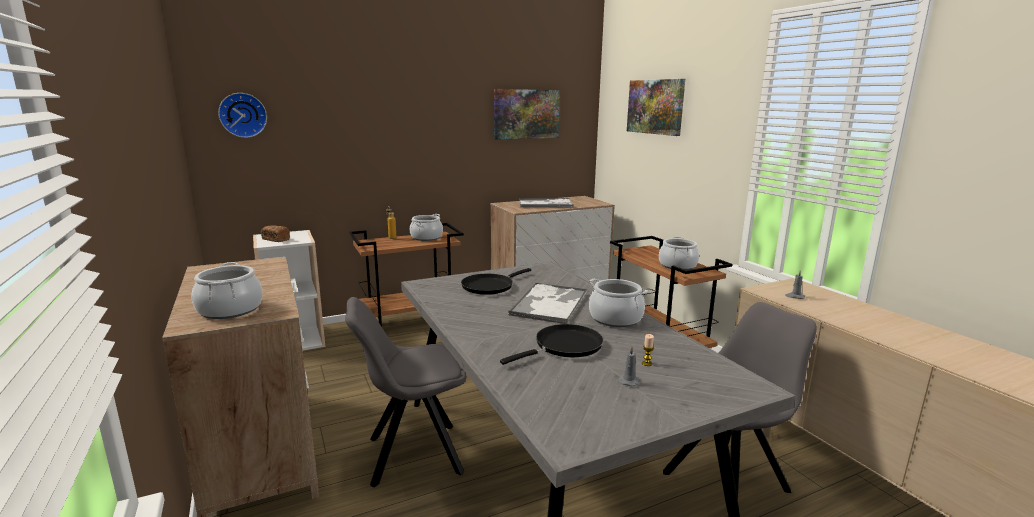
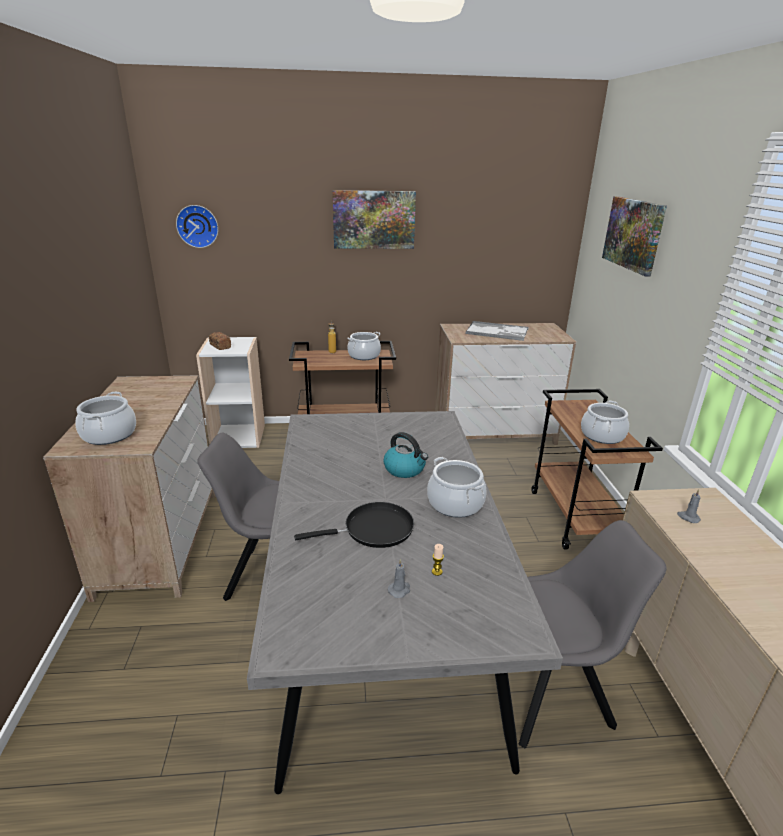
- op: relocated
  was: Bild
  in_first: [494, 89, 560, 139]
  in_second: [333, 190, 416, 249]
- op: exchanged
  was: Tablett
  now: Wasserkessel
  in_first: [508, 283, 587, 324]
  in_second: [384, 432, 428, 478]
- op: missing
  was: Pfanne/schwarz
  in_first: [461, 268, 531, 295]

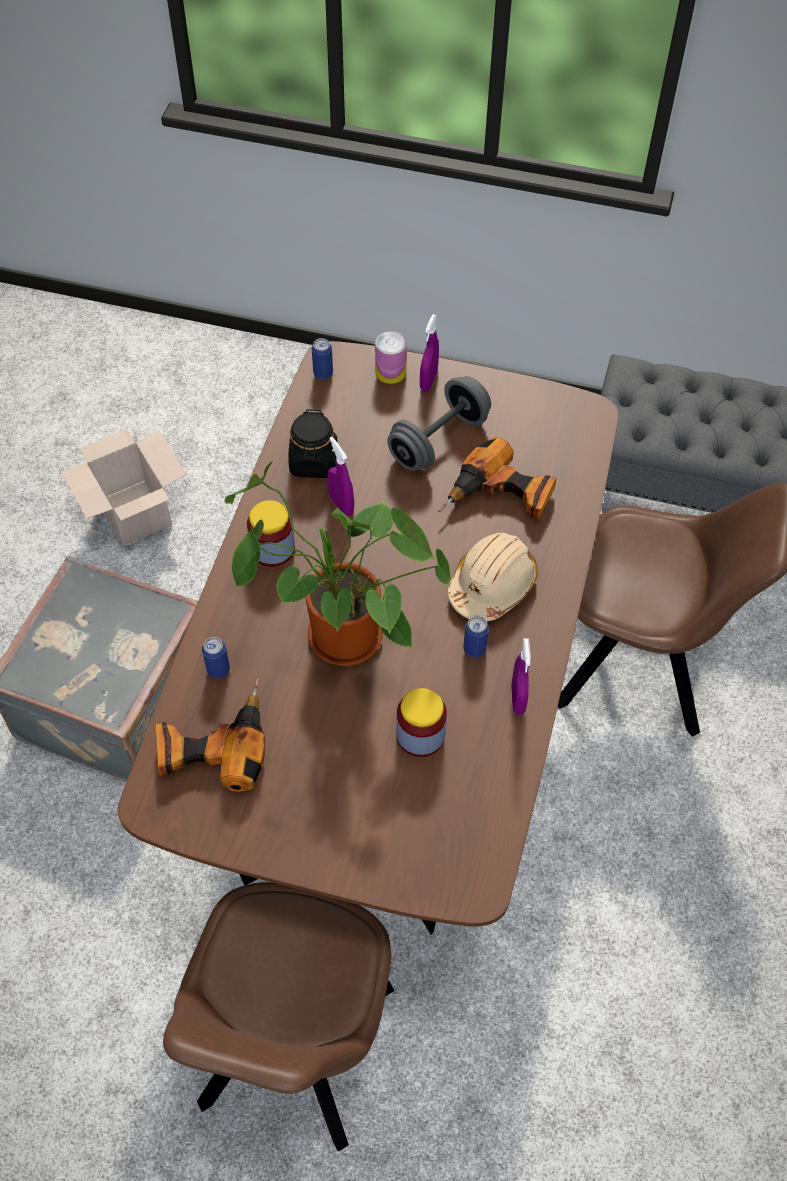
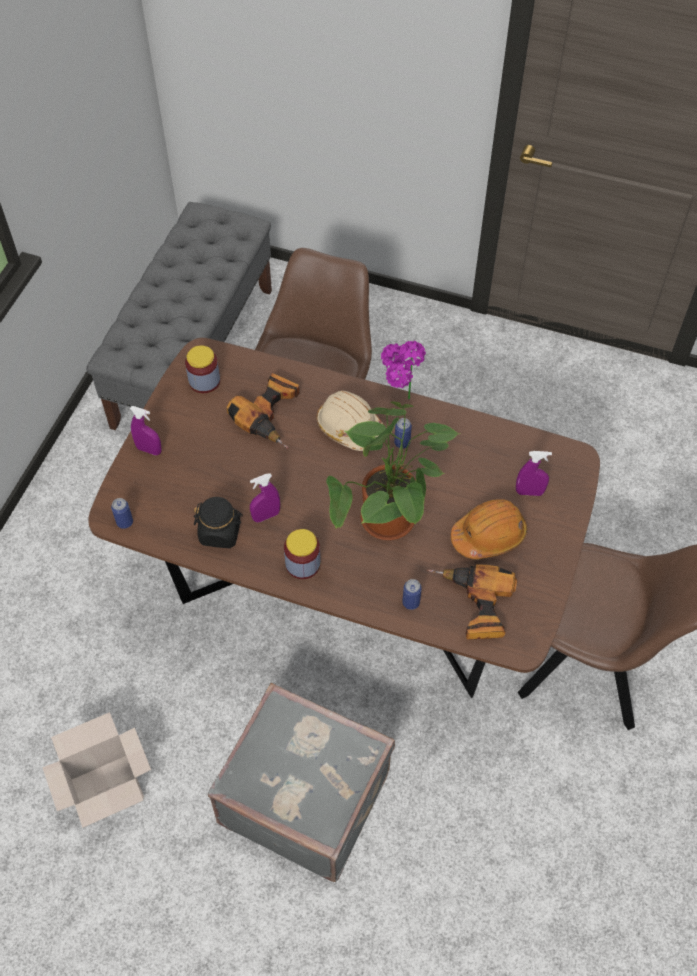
- op: relocated
  was: Vorratsglas
  in_first: [396, 688, 447, 757]
  in_second: [185, 345, 220, 393]
- op: appeared
  now: Topfpflanze
  in_second: [381, 340, 426, 399]
- op: appeared
  now: Schutzhelm/orange
  in_second: [451, 499, 527, 559]
- op: relocated
  was: Sprühflasche/lila
  in_first: [511, 638, 531, 715]
  in_second: [516, 451, 552, 496]
- op: missing
  was: Dose
  in_first: [375, 331, 407, 384]
- op: missing
  was: Hantel/grau
  in_first: [387, 376, 491, 471]

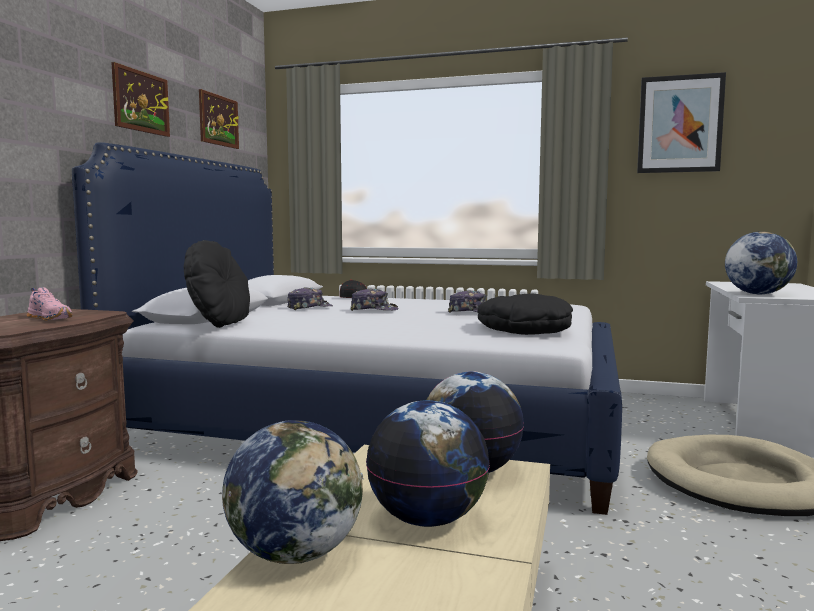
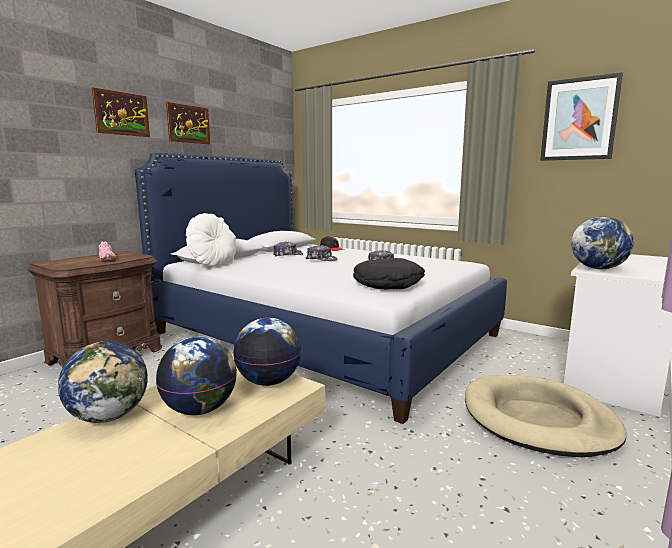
- op: relocated
  was: Bild
  in_first: [199, 89, 239, 149]
  in_second: [92, 87, 150, 137]
- op: colour
  was: Kissen/schwarz
  now: Kissen/weiß
  in_first: [184, 240, 250, 328]
  in_second: [186, 213, 236, 268]

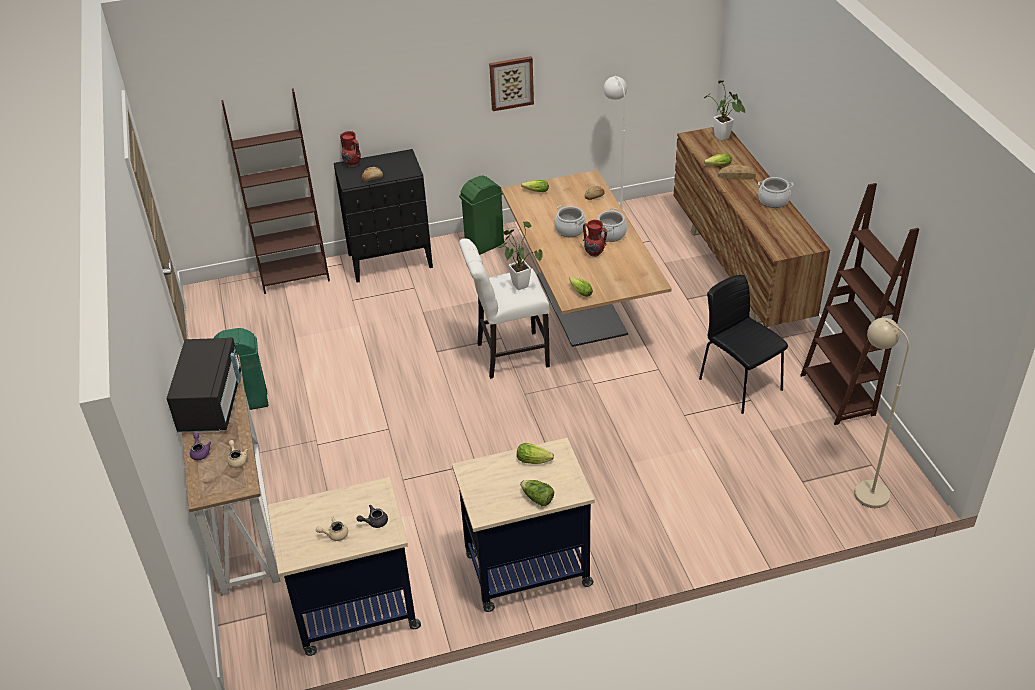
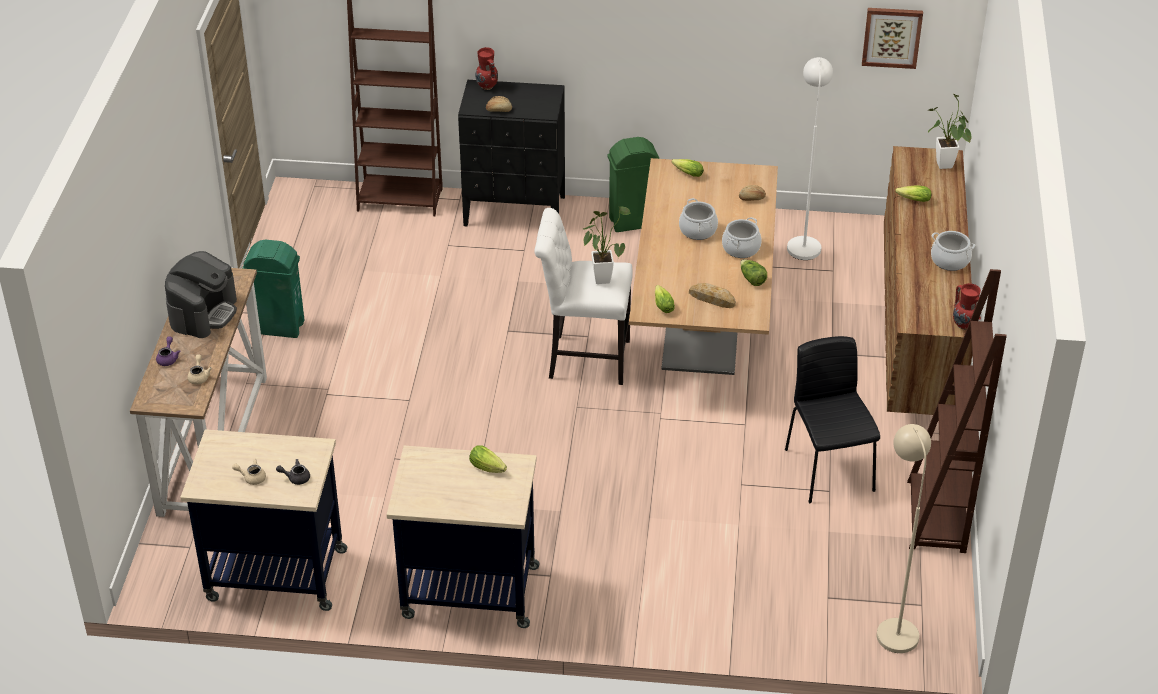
- op: exchanged
  was: Mikrowelle/schwarz
  now: Kaffeemaschine
  in_first: [166, 337, 241, 432]
  in_second: [165, 251, 237, 338]
- op: relocated
  was: Brot
  in_first: [718, 165, 756, 180]
  in_second: [689, 283, 736, 308]
- op: relocated
  was: Salatkopf
  in_first: [520, 480, 554, 506]
  in_second: [740, 259, 767, 286]
- op: relocated
  was: Bild
  in_first: [489, 56, 534, 111]
  in_second: [862, 8, 923, 69]
- op: relocated
  was: Vase/rot
  in_first: [583, 220, 607, 257]
  in_second: [953, 283, 981, 330]

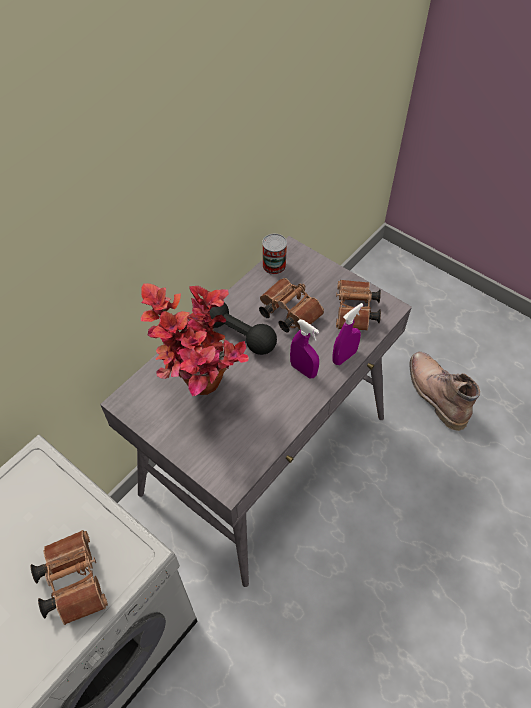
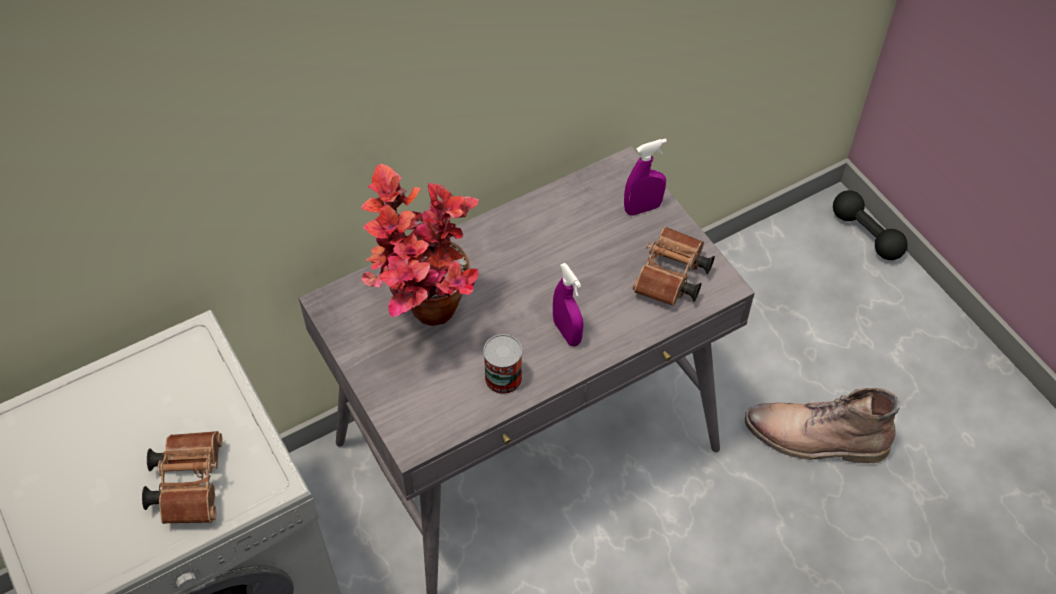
- op: relocated
  was: Dose
  in_first: [262, 234, 287, 275]
  in_second: [483, 334, 522, 395]
- op: relocated
  was: Sprühflasche/lila
  in_first: [332, 303, 363, 365]
  in_second: [624, 138, 667, 216]
- op: spun
  was: Stiefel/braun
  in_first: [409, 351, 480, 431]
  in_second: [745, 388, 900, 464]
  clockwise: -75
- op: relocated
  was: Hantel/schwarz
  in_first: [206, 302, 277, 355]
  in_second: [833, 190, 908, 260]
- op: missing
  was: Fernglas/braun
  in_first: [259, 278, 324, 333]

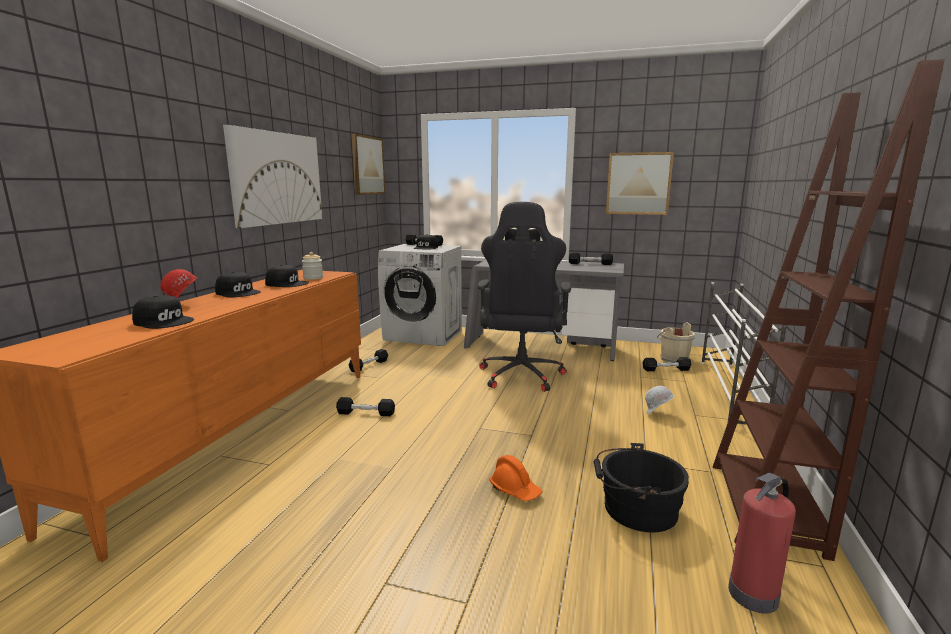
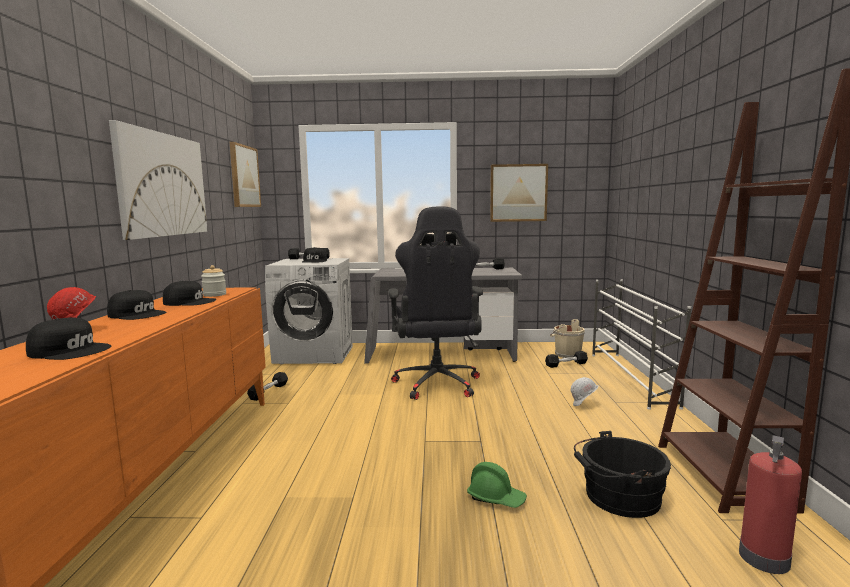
- op: colour
  was: Schutzhelm/orange
  now: Schutzhelm/grün
  in_first: [489, 455, 542, 501]
  in_second: [467, 462, 527, 508]
- op: missing
  was: Hantel/schwarz
  in_first: [336, 397, 395, 416]

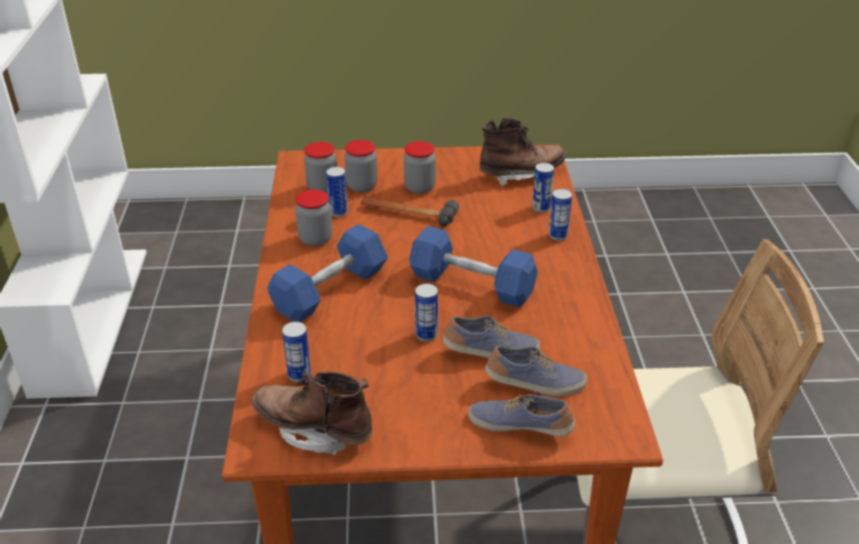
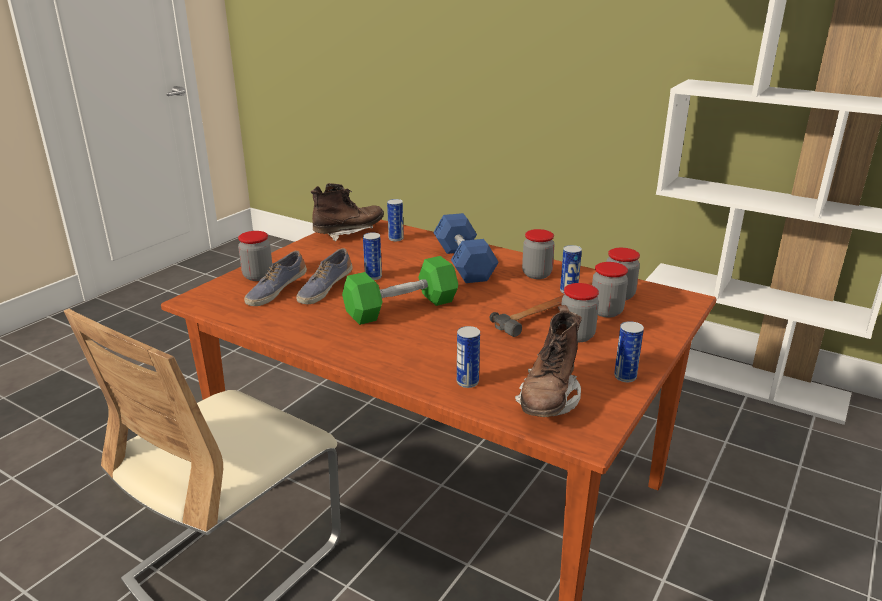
- op: exchanged
  was: Schuh
  now: Vorratsglas
  in_first: [468, 394, 575, 436]
  in_second: [238, 231, 272, 281]
- op: colour
  was: Hantel/blau
  now: Hantel/grün
  in_first: [409, 226, 538, 307]
  in_second: [342, 256, 458, 325]
- op: relocated
  was: Dose
  in_first: [549, 189, 572, 241]
  in_second: [614, 321, 644, 382]

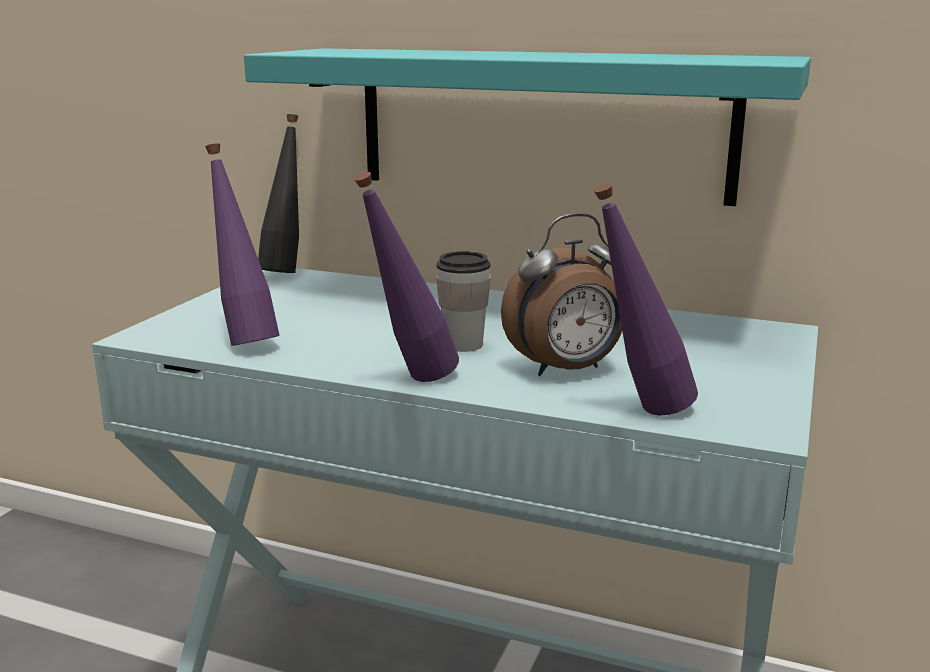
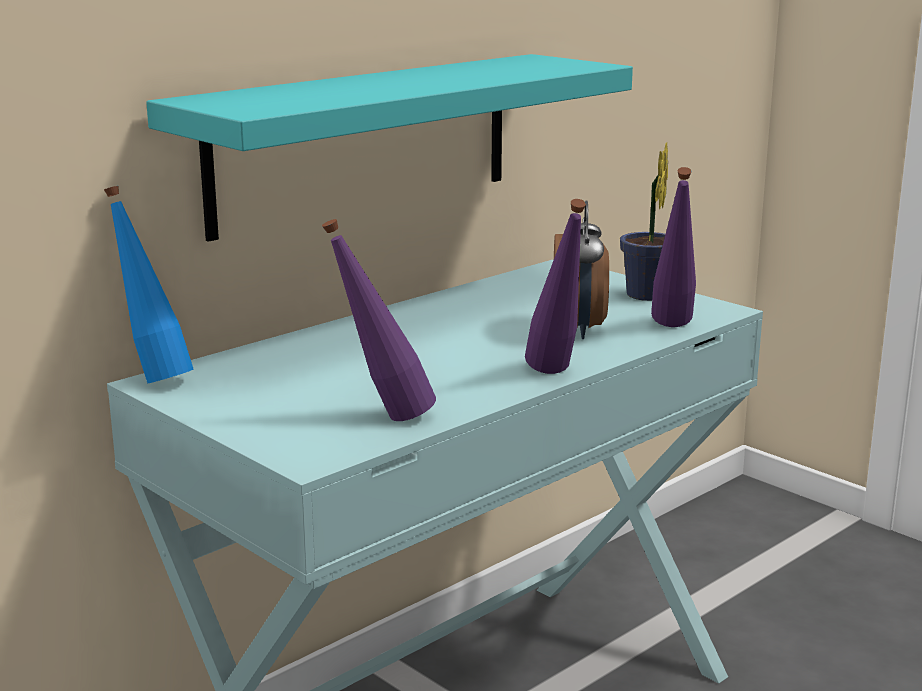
- op: colour
  was: Flasche/schwarz
  now: Flasche/blau
  in_first: [258, 114, 299, 273]
  in_second: [104, 186, 193, 383]
- op: appeared
  now: Topfpflanze
  in_second: [620, 143, 668, 301]
- op: missing
  was: Tasse
  in_first: [436, 251, 491, 352]

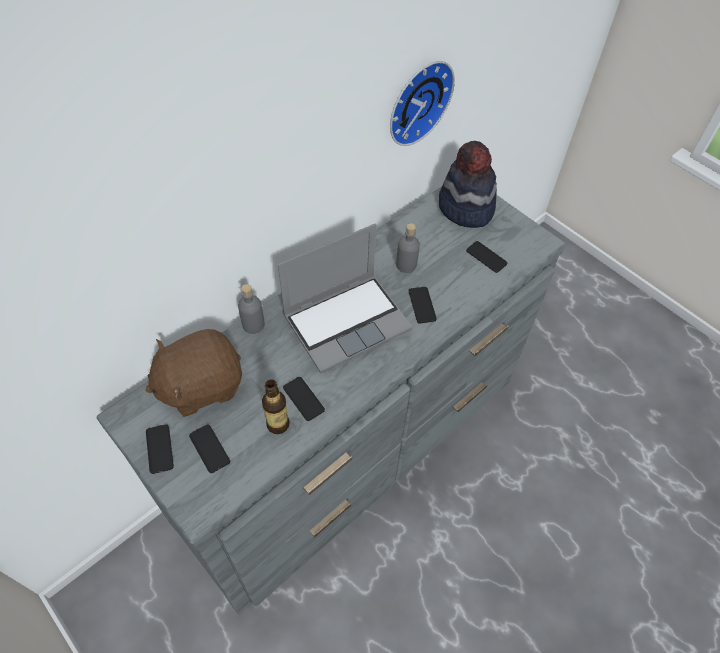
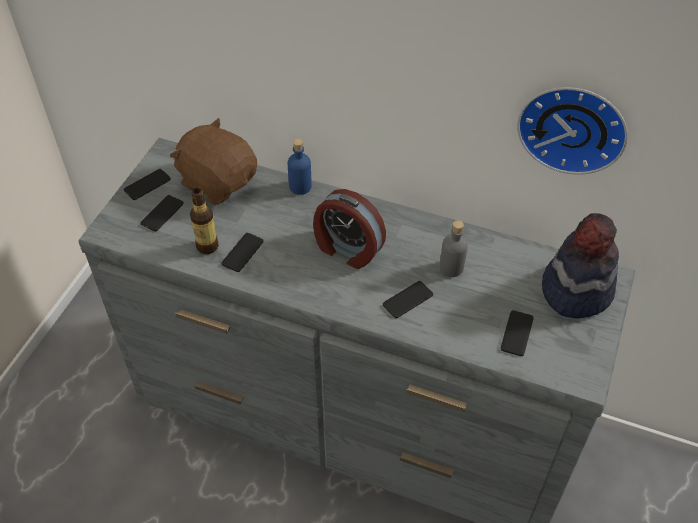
- op: colour
  was: Flasche/grau
  now: Flasche/blau
  in_first: [238, 284, 265, 334]
  in_second: [288, 139, 312, 195]
- op: exchanged
  was: Laptop
  now: Wecker
  in_first: [278, 224, 412, 373]
  in_second: [313, 189, 386, 269]

